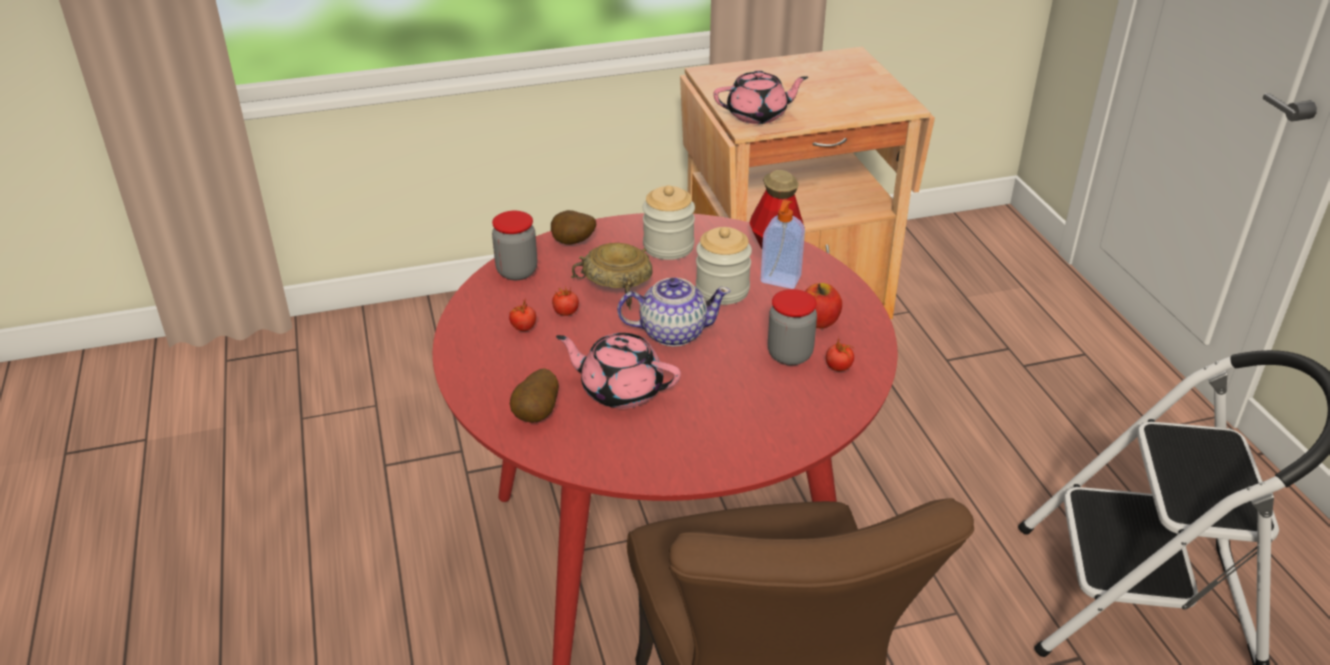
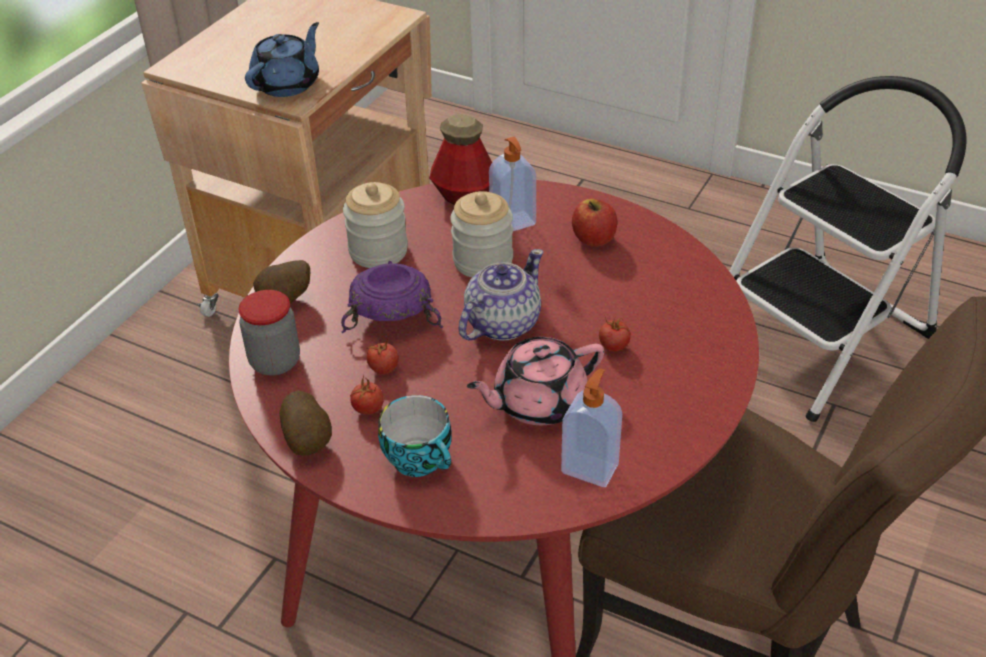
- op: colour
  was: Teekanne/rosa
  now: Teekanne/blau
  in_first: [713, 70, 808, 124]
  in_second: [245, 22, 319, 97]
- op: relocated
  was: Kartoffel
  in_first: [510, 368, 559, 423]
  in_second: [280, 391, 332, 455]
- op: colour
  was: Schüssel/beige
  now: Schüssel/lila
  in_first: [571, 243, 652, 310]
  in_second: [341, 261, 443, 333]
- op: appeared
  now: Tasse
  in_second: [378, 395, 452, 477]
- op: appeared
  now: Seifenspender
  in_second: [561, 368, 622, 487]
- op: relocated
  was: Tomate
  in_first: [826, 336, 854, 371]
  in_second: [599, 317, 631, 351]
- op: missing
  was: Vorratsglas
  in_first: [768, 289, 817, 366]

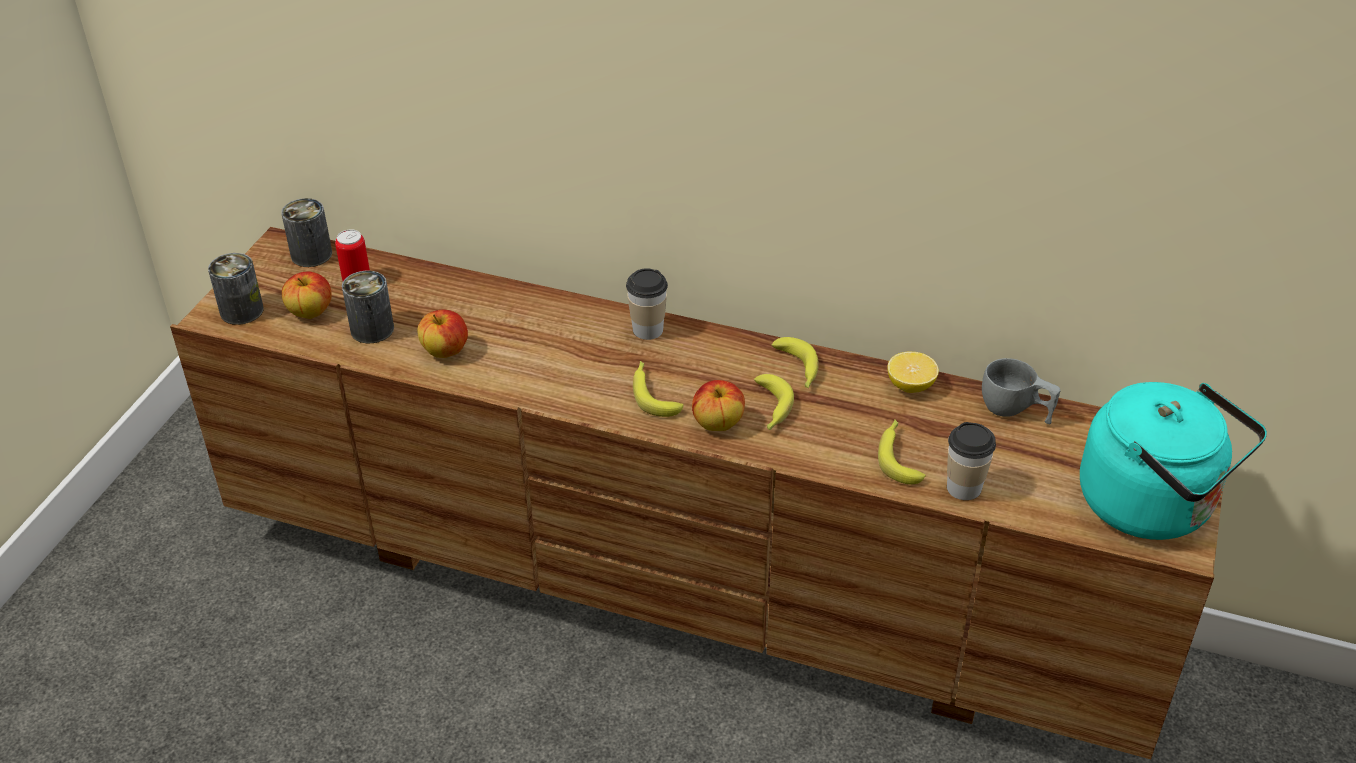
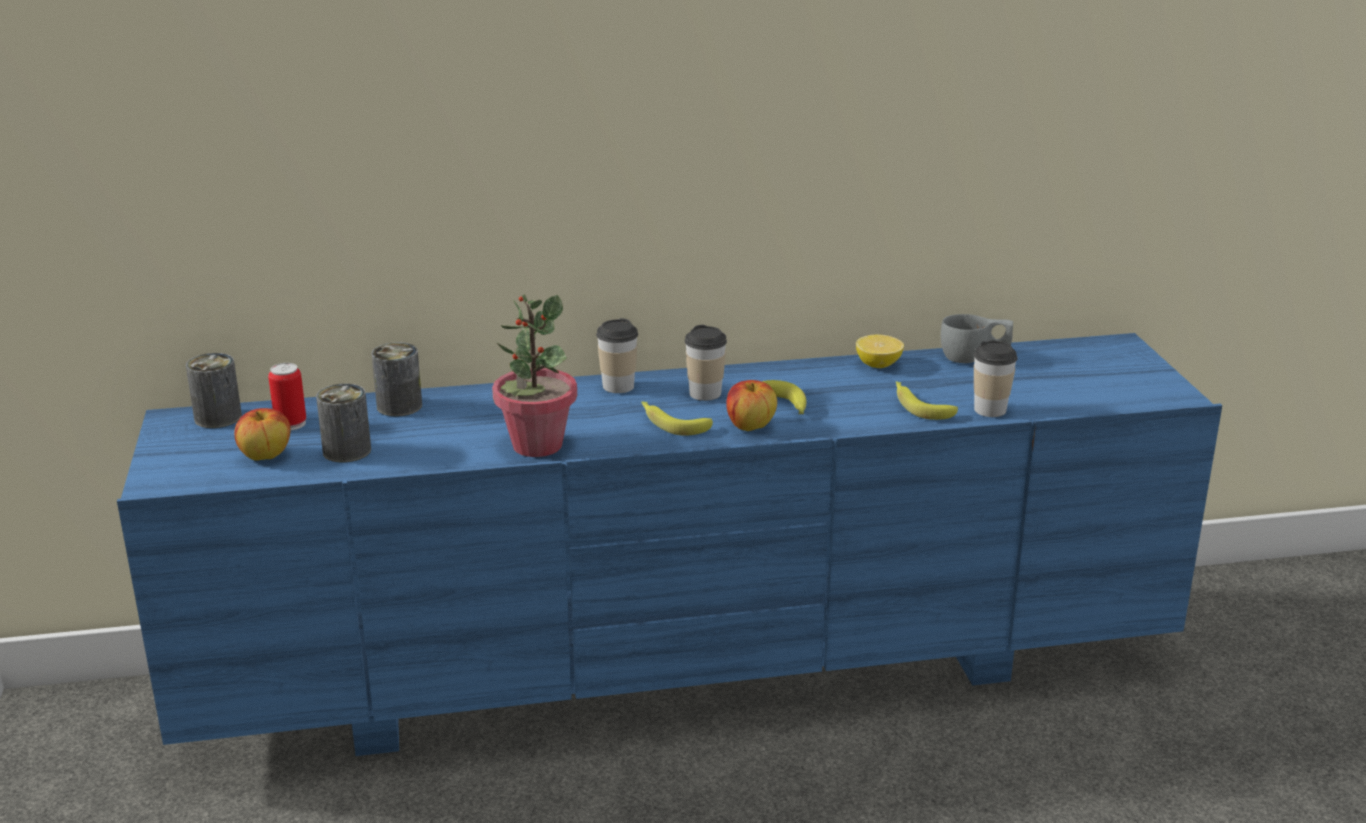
- op: colour
  was: Schrank/braun
  now: Schrank/blau
  in_first: [170, 227, 1223, 759]
  in_second: [117, 333, 1222, 756]
- op: relocated
  was: Dose
  in_first: [208, 253, 264, 325]
  in_second: [371, 342, 422, 416]
- op: appeared
  now: Topfpflanze
  in_second: [492, 294, 577, 457]
- op: appeared
  now: Tasse
  in_second: [685, 325, 727, 401]
- op: missing
  was: Apfel
  in_first: [417, 310, 468, 358]
- op: missing
  was: Banane
  in_first: [772, 337, 819, 388]
- op: missing
  was: Wasserkessel/türkis
  in_first: [1080, 382, 1267, 540]

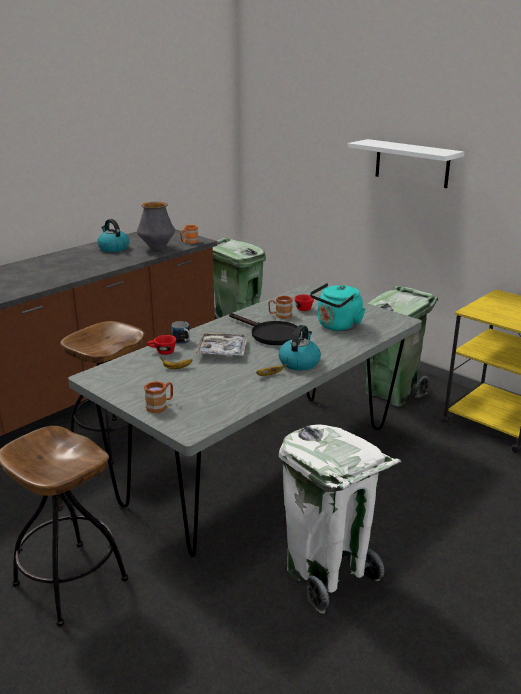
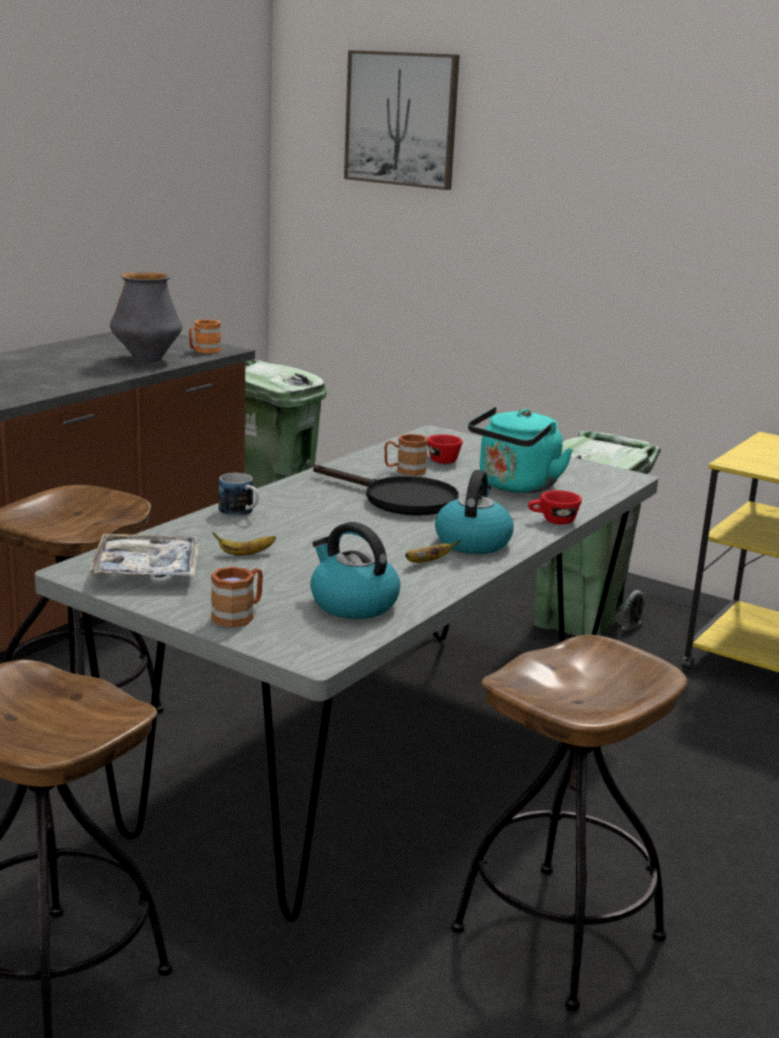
- op: relocated
  was: Tablett
  in_first: [195, 333, 248, 356]
  in_second: [88, 534, 200, 577]
- op: relocated
  was: Wasserkessel
  in_first: [97, 219, 129, 252]
  in_second: [310, 522, 401, 619]
- op: appeared
  now: Bild
  in_second: [344, 50, 460, 190]
- op: exchanged
  was: Mülleimer/weiß
  now: Hocker/braun
  in_first: [279, 424, 401, 614]
  in_second: [451, 635, 687, 1011]
- op: relocated
  was: Tasse/rot
  in_first: [147, 335, 176, 355]
  in_second: [528, 490, 582, 525]
- op: missing
  was: Wandregal/weiß
  in_first: [348, 139, 464, 188]

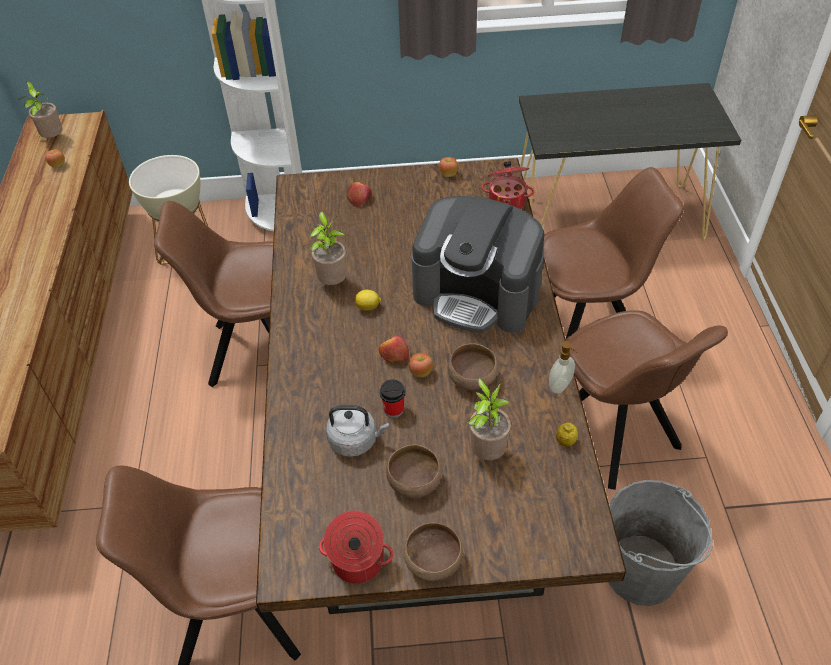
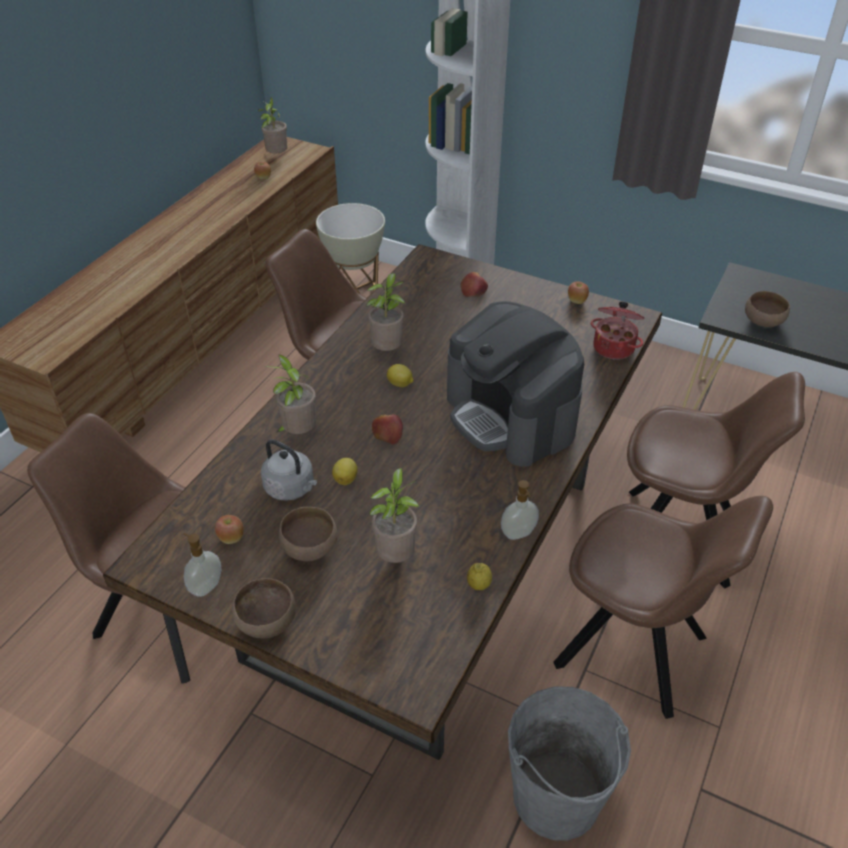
- op: exchanged
  was: Kochtopf
  now: Seifenspender
  in_first: [319, 511, 393, 584]
  in_second: [183, 533, 221, 597]
- op: relocated
  was: Apfel
  in_first: [409, 353, 433, 377]
  in_second: [215, 515, 243, 544]
- op: appeared
  now: Topfpflanze
  in_second: [265, 354, 316, 434]
- op: exchanged
  was: Tasse
  now: Zitrone
  in_first: [380, 379, 405, 418]
  in_second: [332, 458, 357, 485]
- op: spun
  was: Stuhl/braun
  in_first: [566, 310, 728, 490]
  in_second: [553, 496, 773, 719]
  clockwise: -60
- op: relocated
  was: Schüssel/braun
  in_first: [448, 343, 498, 390]
  in_second: [745, 291, 790, 327]

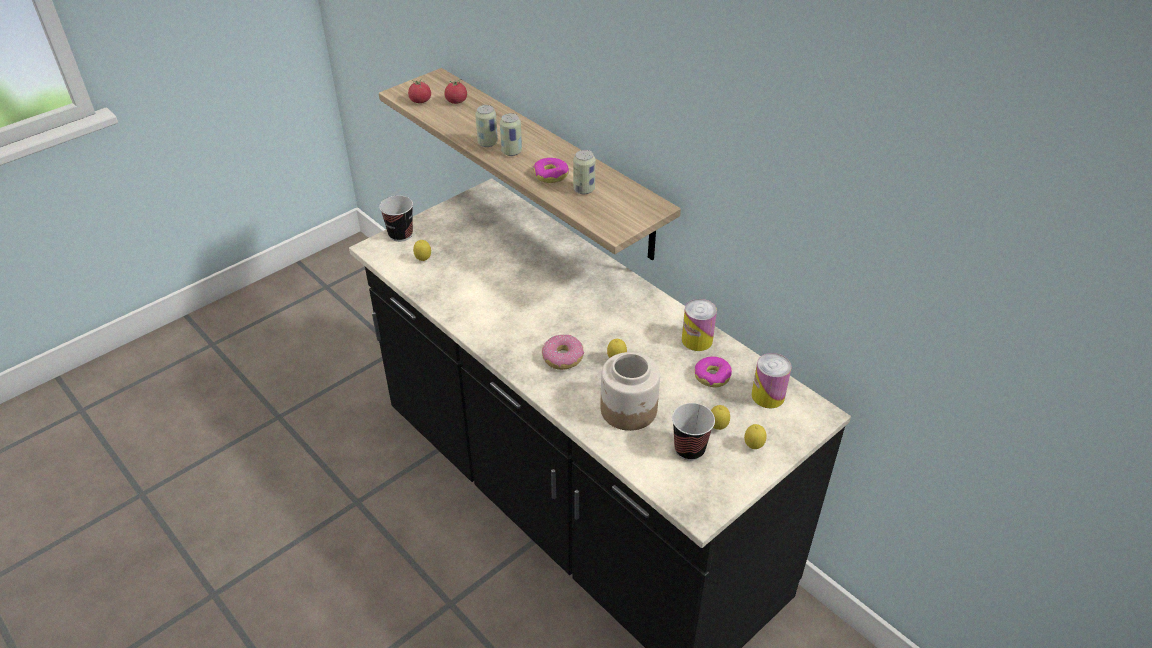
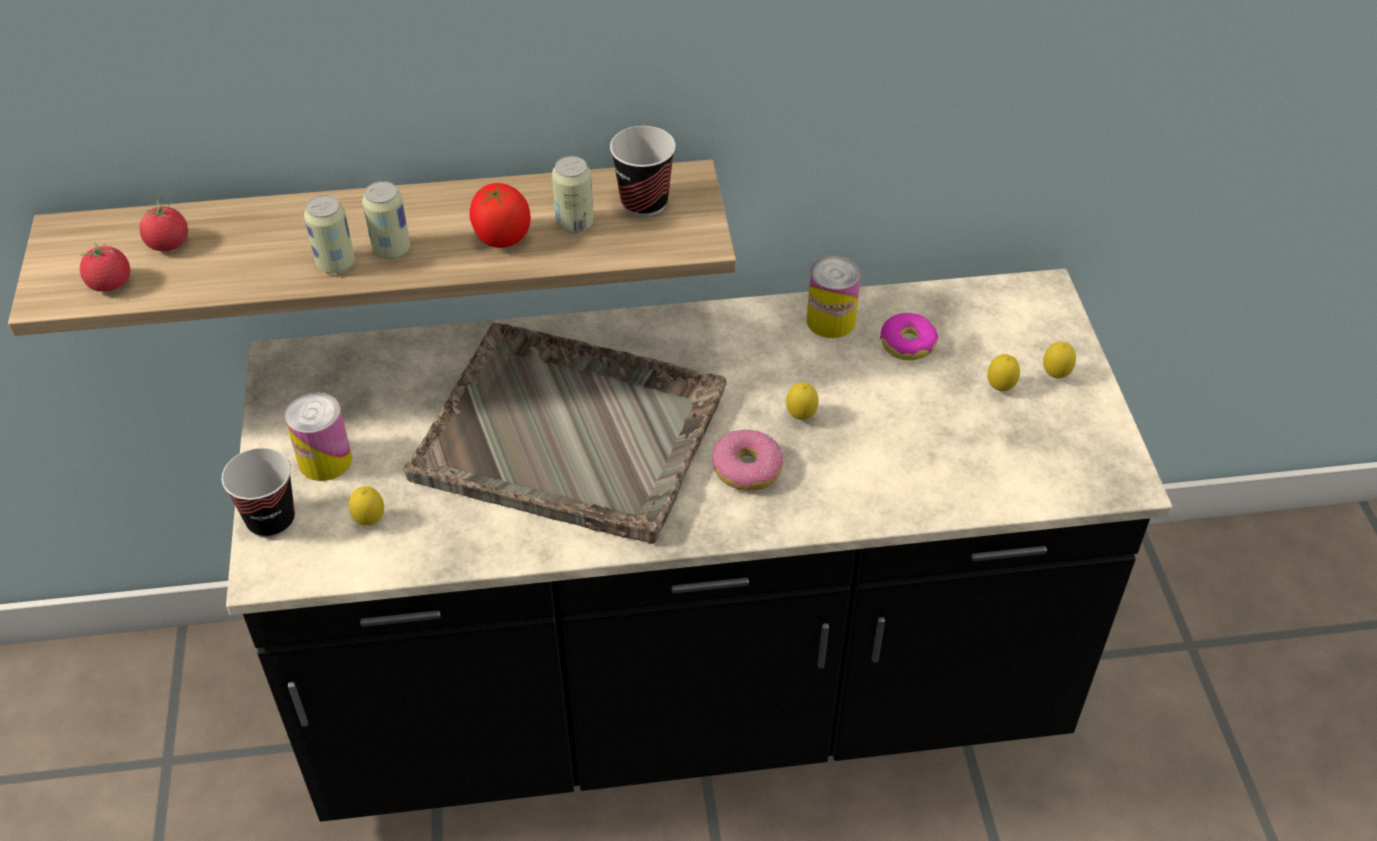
- op: relocated
  was: Dose
  in_first: [752, 353, 792, 408]
  in_second: [284, 392, 352, 481]
- op: appeared
  now: Tablett/grau
  in_second: [404, 323, 727, 544]
- op: exchanged
  was: Donut
  now: Tomate
  in_first: [534, 158, 569, 183]
  in_second: [469, 183, 531, 248]
- op: relocated
  was: Tasse
  in_first: [672, 403, 715, 461]
  in_second: [610, 126, 676, 217]
- op: missing
  was: Vorratsglas
  in_first: [600, 352, 660, 431]

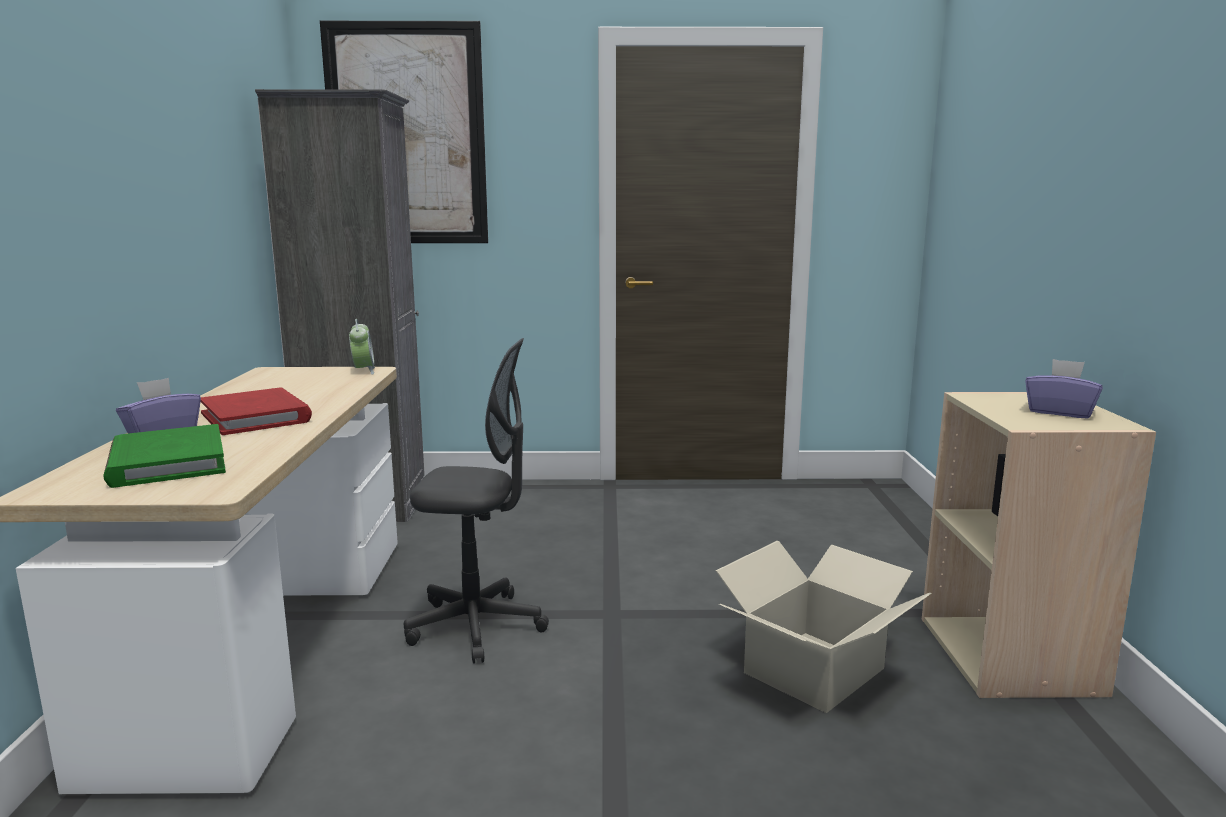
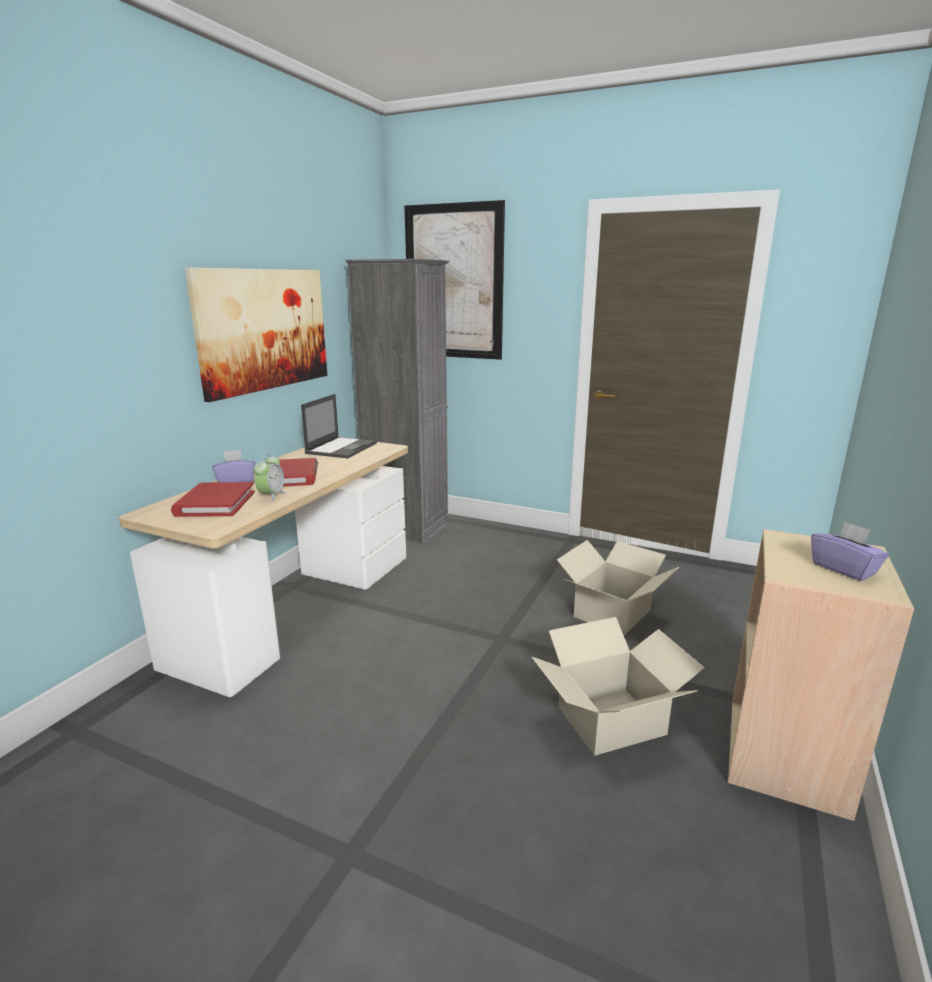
- op: colour
  was: Buch/grün
  now: Buch/rot
  in_first: [103, 424, 226, 488]
  in_second: [171, 482, 255, 517]
- op: appeared
  now: Bild
  in_second: [185, 268, 327, 402]
- op: relocated
  was: Wecker
  in_first: [349, 319, 375, 375]
  in_second: [254, 453, 286, 502]
- op: appeared
  now: Laptop
  in_second: [301, 394, 377, 458]
- op: appeared
  now: Karton
  in_second: [557, 540, 679, 636]
- op: missing
  was: Bürostuhl/grau
  in_first: [404, 338, 549, 664]

